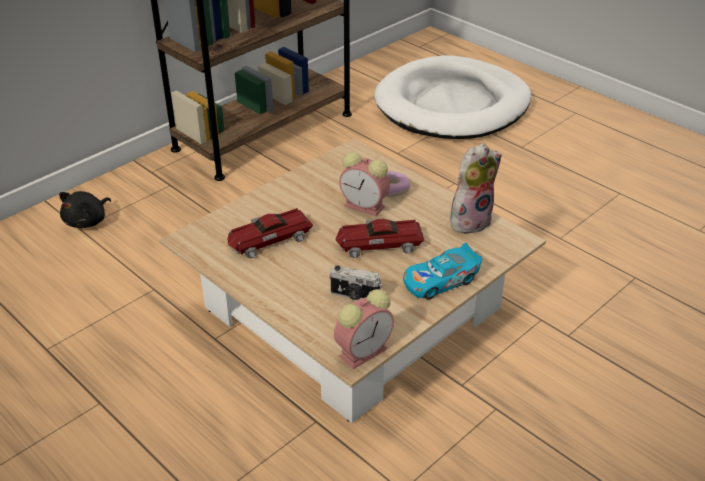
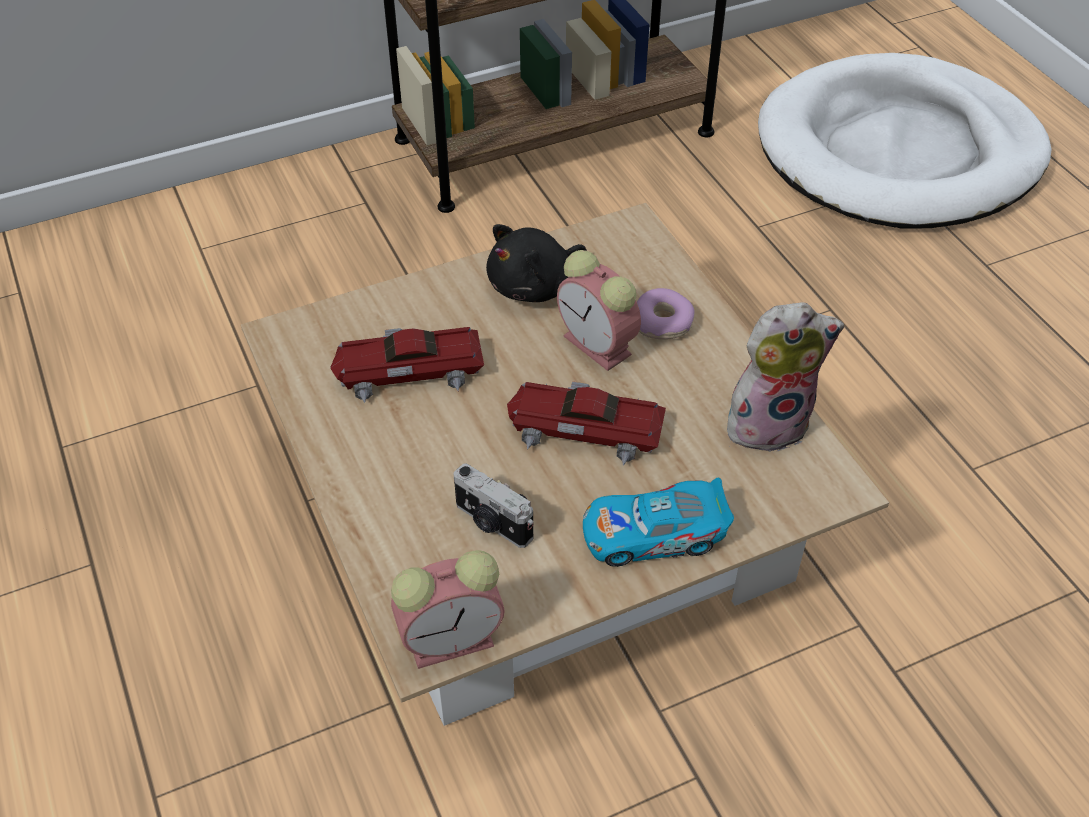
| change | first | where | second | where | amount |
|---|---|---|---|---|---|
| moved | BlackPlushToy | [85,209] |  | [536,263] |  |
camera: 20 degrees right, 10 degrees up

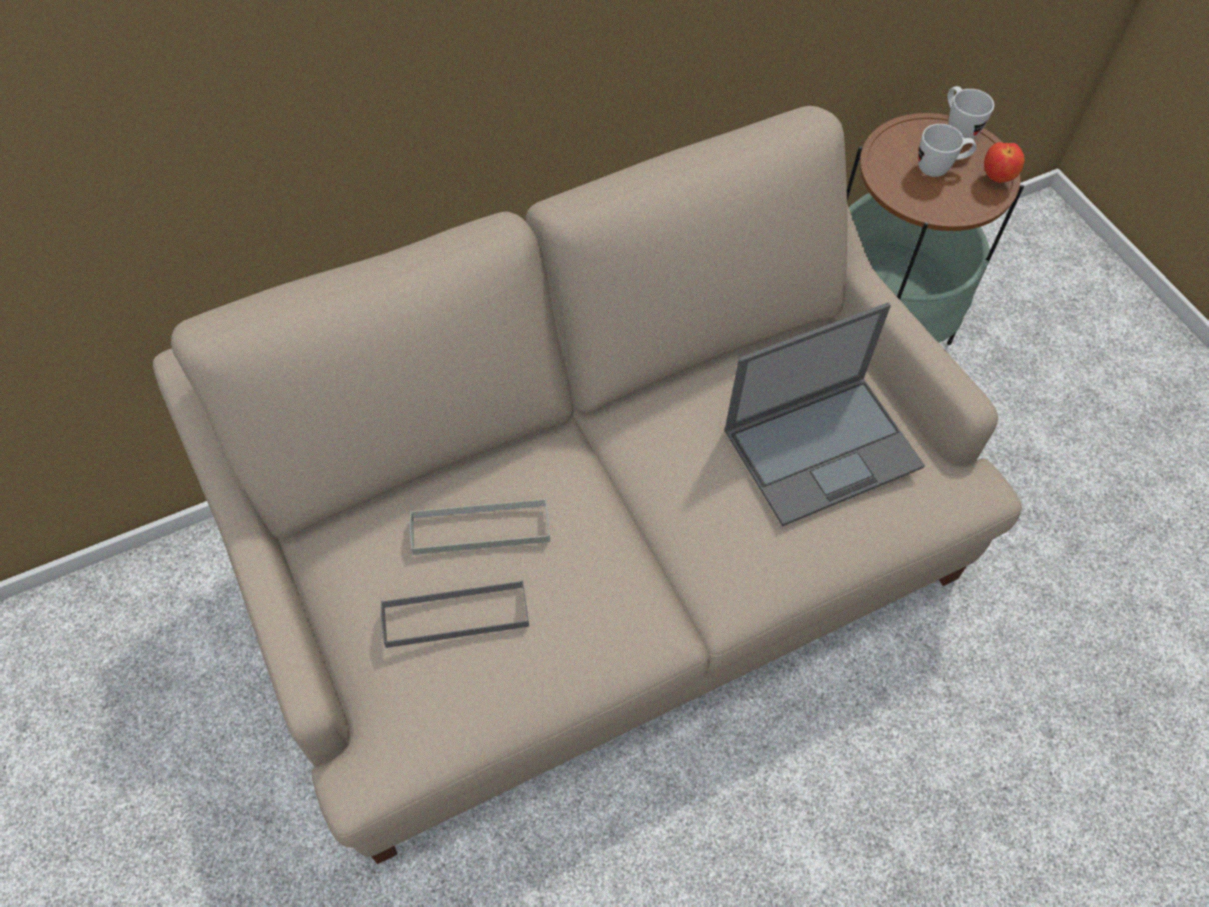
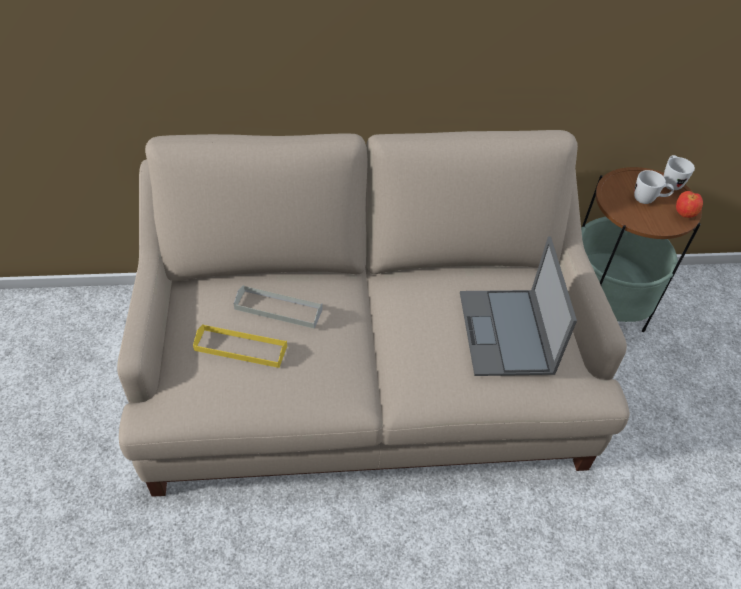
| change | first | where | second | where | amount |
|---|---|---|---|---|---|
| recoloured | GreyTray | [455,614] | YellowTray | [240,346] |  |
| turned | Laptop | [824,414] |  | [518,306] | 90 degrees clockwise |
camera: 20 degrees right, 10 degrees down

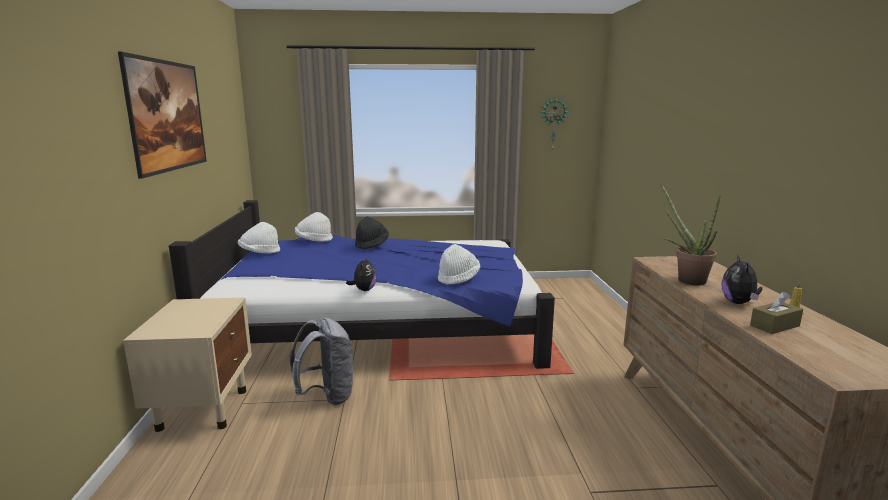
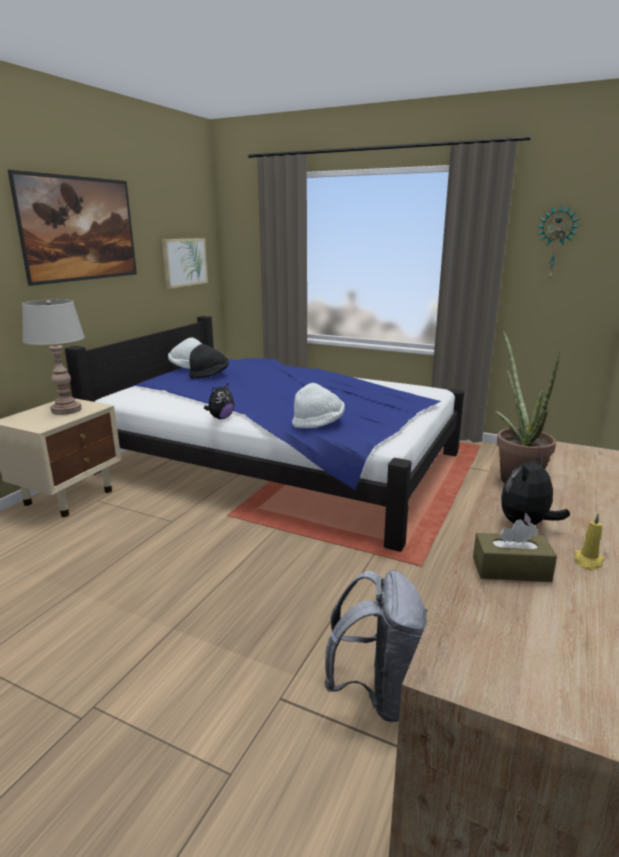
| change | first | where | second | where | amount |
|---|---|---|---|---|---|
| moved | GreyBackpack | [321,361] |  | [376,646] |  |
| removed | WhiteHat | [314,227] |  |  |  |
| moved | BlackHat | [372,232] |  | [208,361] |  |
| added |  |  | GreyTableLamp | [53,357] |  |
| added |  |  | Picture | [185,263] |  |
camera: 30 degrees right, 5 degrees up

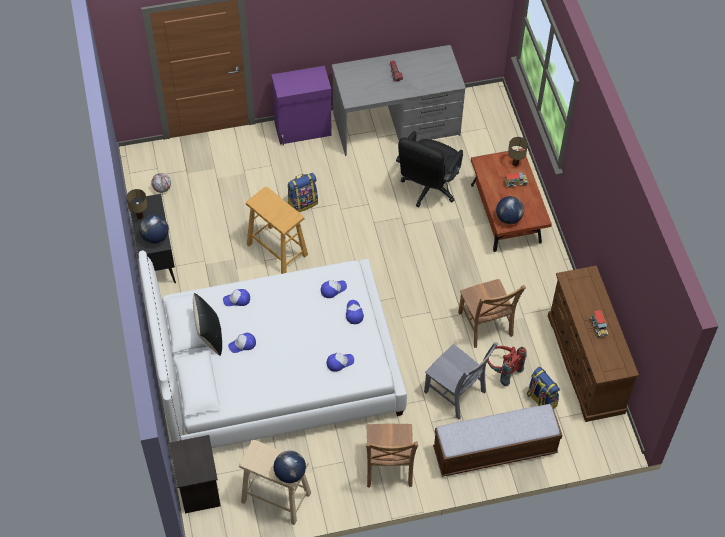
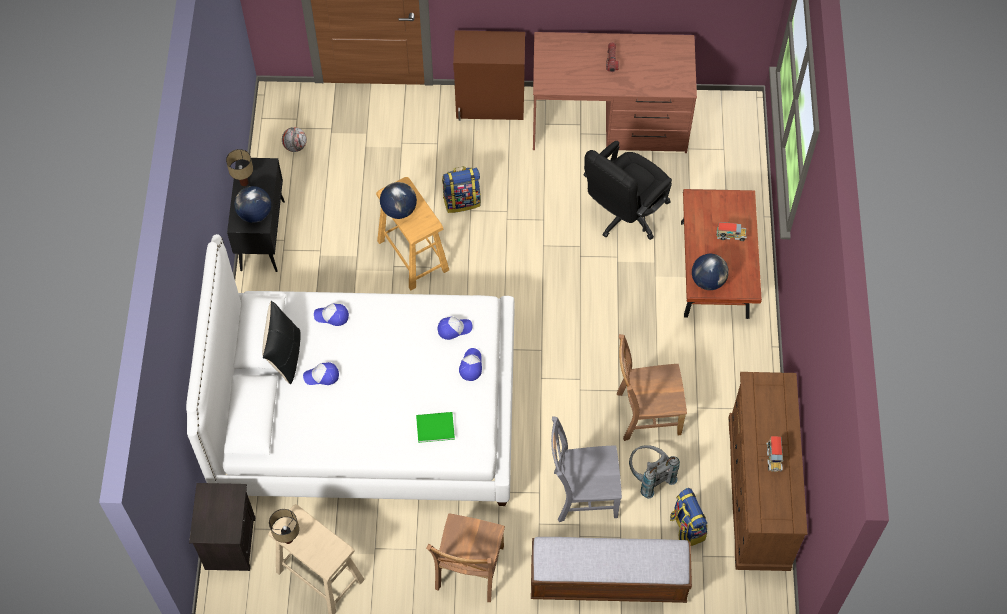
| change | first | where | second | where | amount |
|---|---|---|---|---|---|
| recoloured | PurpleCabinet | [301,105] | BrownCabinet | [489,75] |  |
| moved | Globe | [289,467] |  | [398,200] |  |
| replaced | Cap | [340,362] | GreenBook | [435,427] |  |
| recoloured | GreyDesk | [399,100] | BrownDesk | [615,92] |  |
| turned | GreyChair | [461,381] |  | [586,469] | 120 degrees clockwise |
| turned | BrownChair | [492,313] |  | [652,387] | 90 degrees clockwise |
| recoloured | RedBackpack | [507,366] | GreyBackpack | [654,472] |  |
| moved | TableLamp | [518,151] |  | [284,526] |  |
camera: 15 degrees right, 5 degrees up

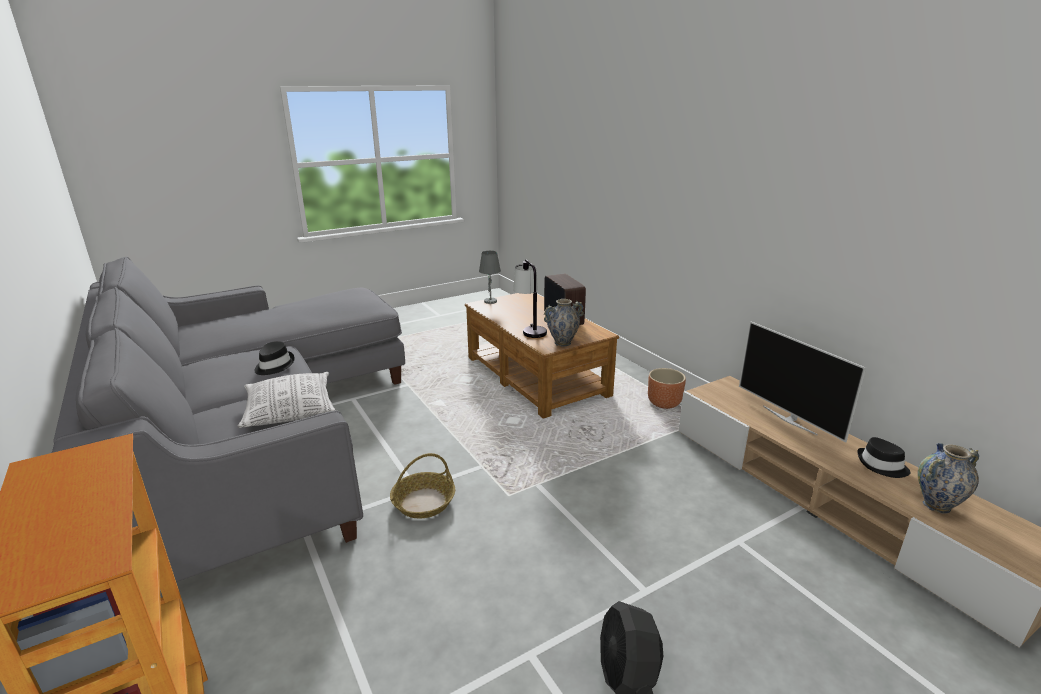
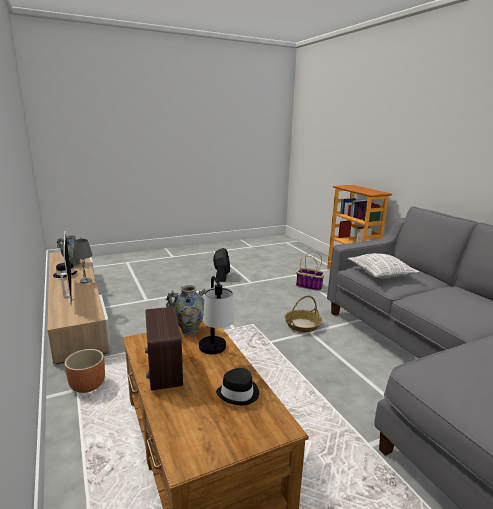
| change | first | where | second | where | amount |
|---|---|---|---|---|---|
| moved | BlackHat | [274,358] |  | [237,386] |  |
| moved | GreyTableLamp | [490,277] |  | [83,261] |  |
| added |  |  | Basket | [310,271] |  |
camera: 175 degrees left, 5 degrees down

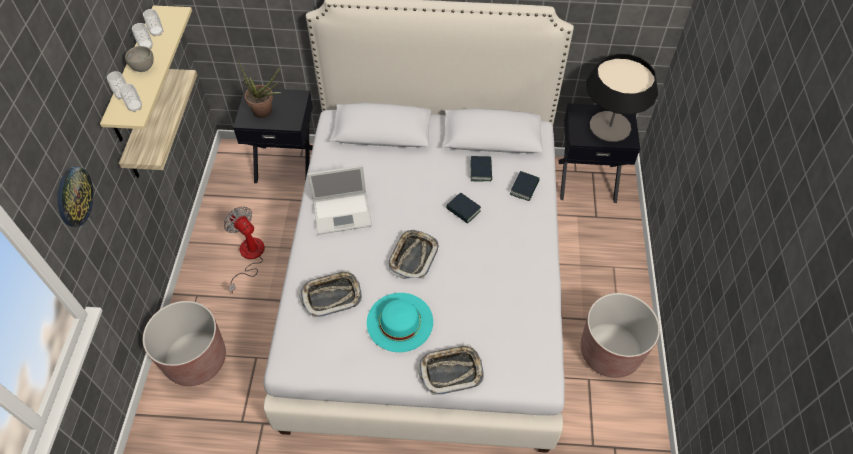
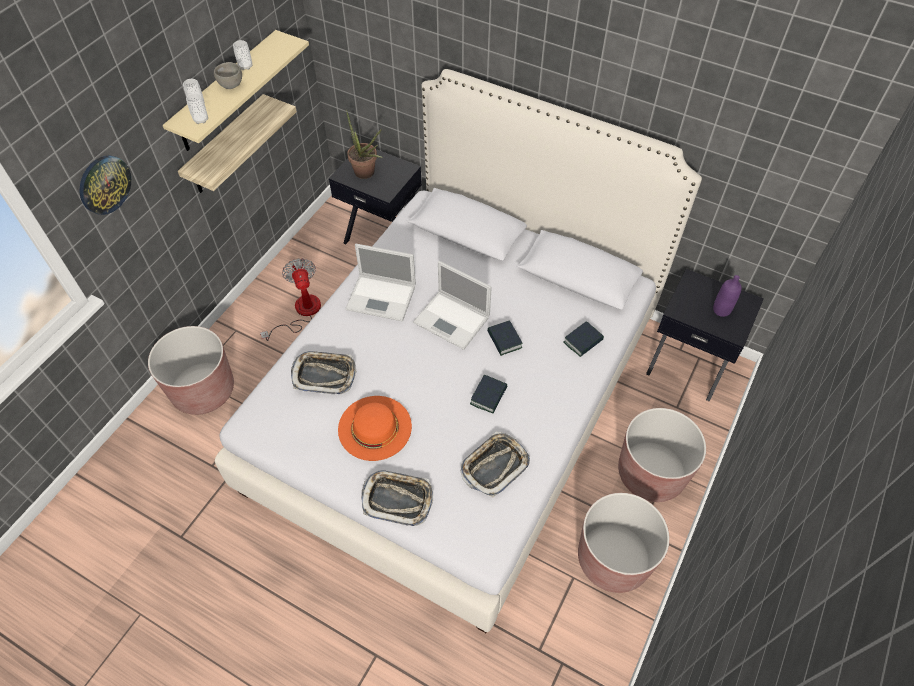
| change | first | where | second | where | amount |
|---|---|---|---|---|---|
| removed | Cup | [153,23] |  |  |  |
| recoloured | TurquoiseHat | [400,322] | OrangeHat | [375,428] |  |
| moved | Tray | [413,254] |  | [495,464] |  |
| moved | Book | [481,169] |  | [488,394] |  |
| replaced | TableLamp | [622,98] | PurpleBottle | [727,296] |  |
| added |  |  | Laptop | [452,305] |  |
| added |  |  | BrownPlanter | [662,455] |  |
camera: 25 degrees right, 0 degrees up

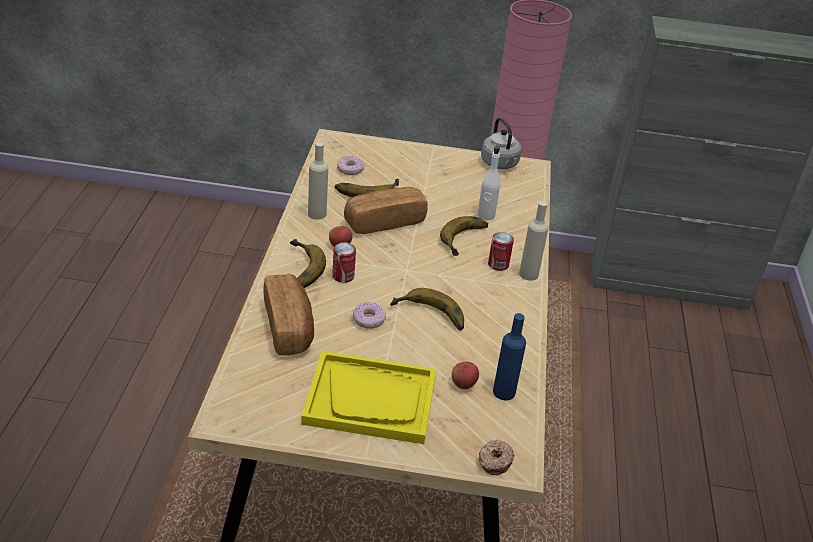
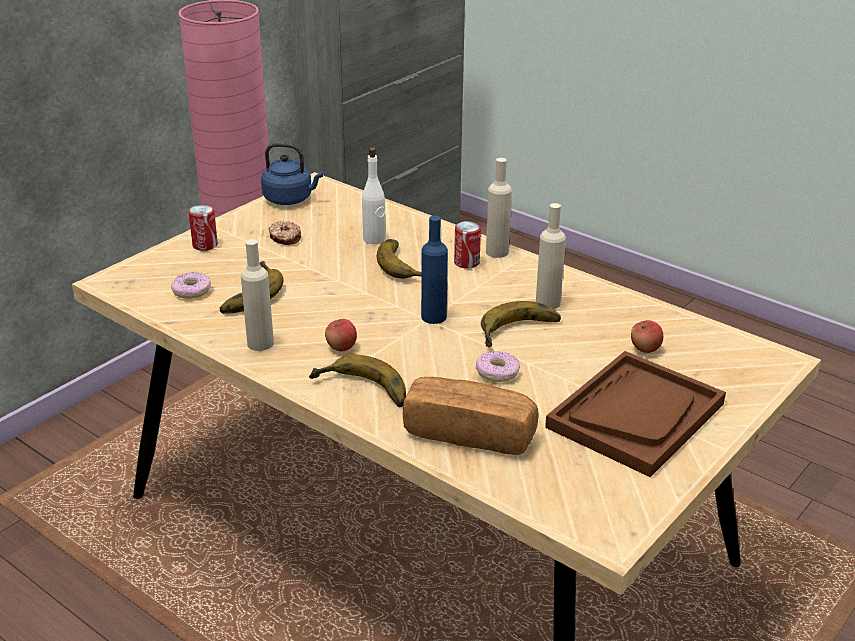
| change | first | where | second | where | amount |
|---|---|---|---|---|---|
| recoloured | YellowTray | [368,397] | BrownTray | [635,414] |  |
| moved | Can | [344,262] |  | [203,228] |  |
| removed | Bread | [386,210] |  |  |  |
| moved | Donut | [496,457] |  | [285,233] |  |
| recoloured | GreyKettle | [501,143] | BlueKettle | [292,174] |  |
| moved | BlueBottle | [509,356] |  | [434,270] |  |
| added |  |  | BeigeBottle | [551,256] |  |
camera: 55 degrees left, 5 degrees down

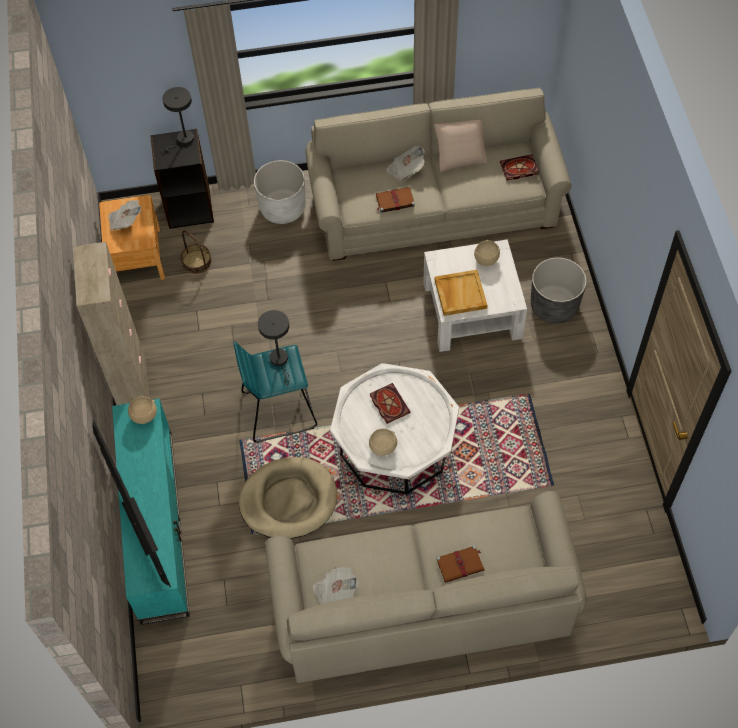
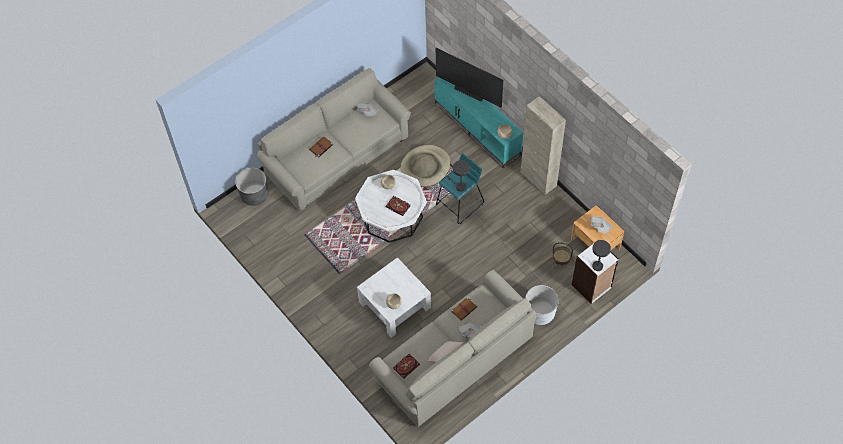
| change | first | where | second | where | amount |
|---|---|---|---|---|---|
| recoloured | BlackBookcase | [182,179] | WhiteBookcase | [595,274] |  |
| removed | BeigeTray | [461,293] |  |  |  |
| moved | GreyPlanter | [559,290] |  | [251,187] |  |
camera: 150 degrees right, 0 degrees up

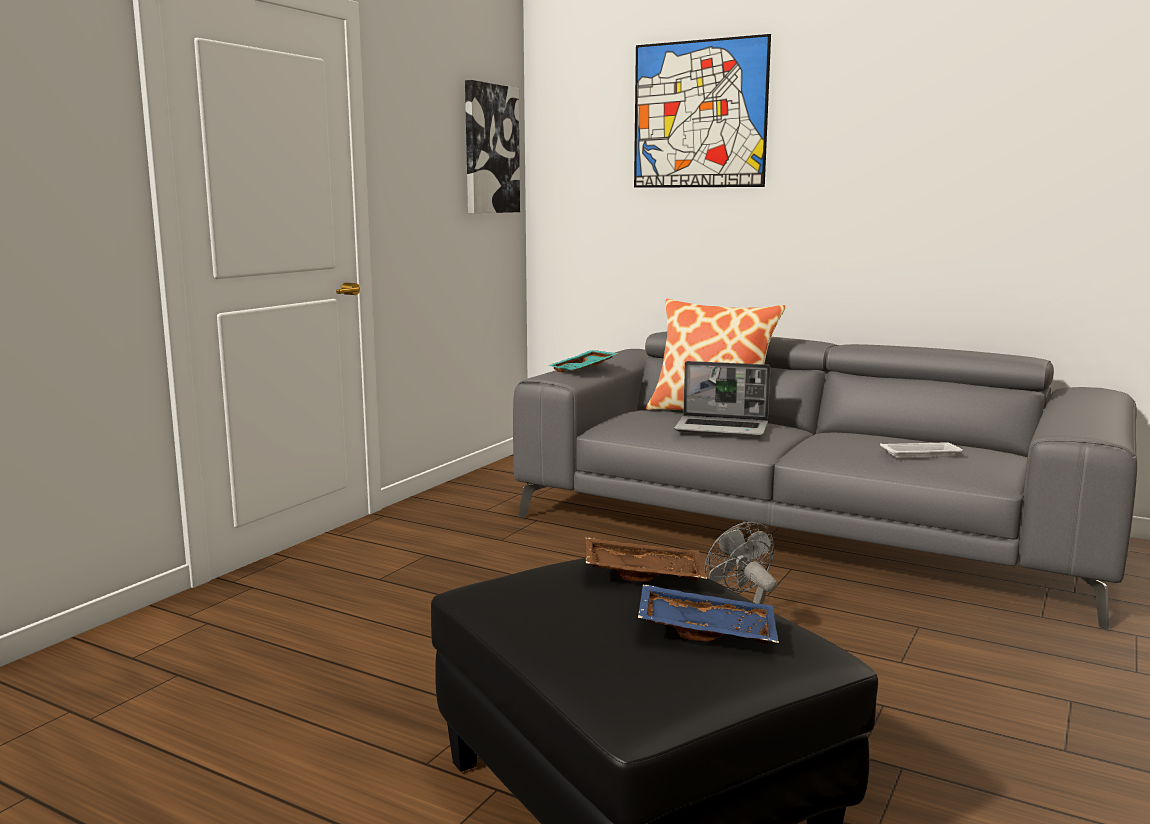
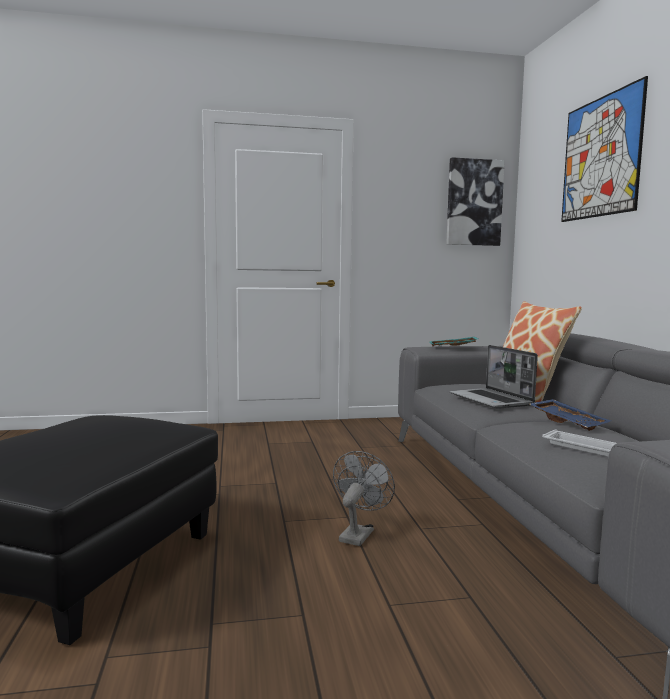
| change | first | where | second | where | amount |
|---|---|---|---|---|---|
| removed | BrownTray | [646,559] |  |  |  |
| moved | BlueTray | [708,614] |  | [570,415] |  |
camera: 50 degrees right, 5 degrees down

